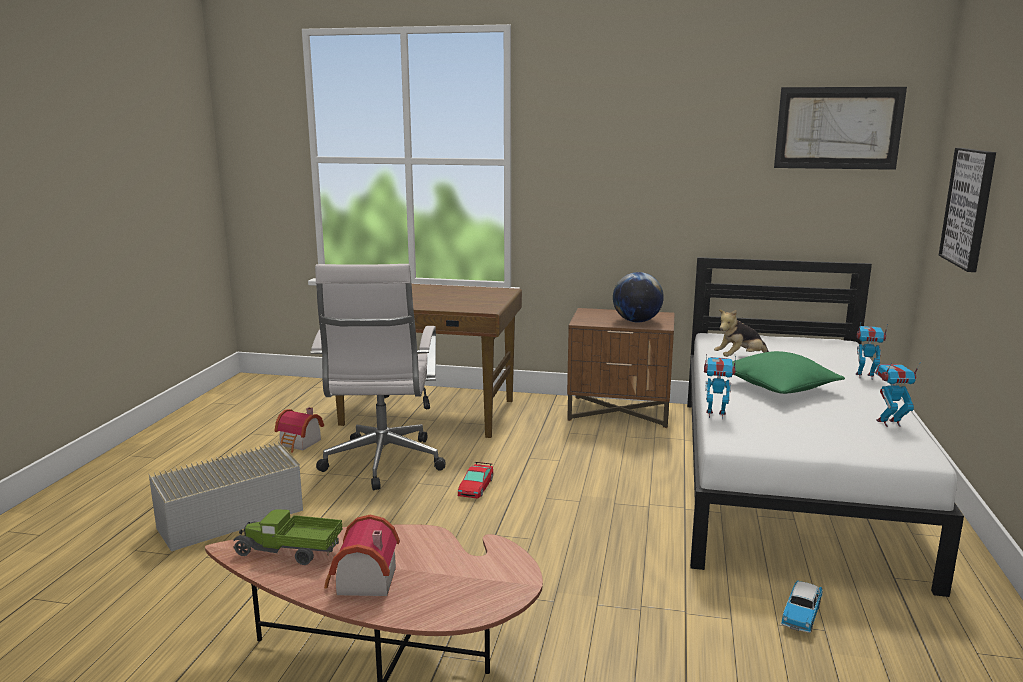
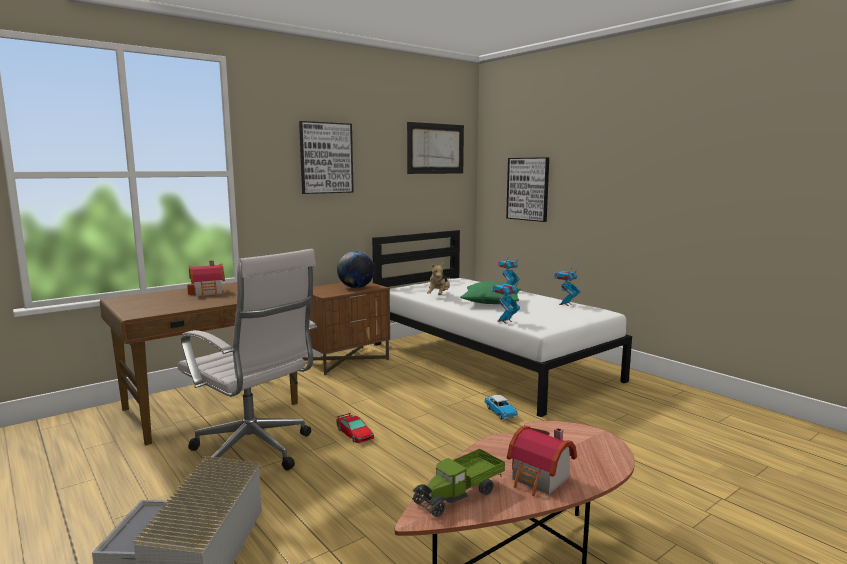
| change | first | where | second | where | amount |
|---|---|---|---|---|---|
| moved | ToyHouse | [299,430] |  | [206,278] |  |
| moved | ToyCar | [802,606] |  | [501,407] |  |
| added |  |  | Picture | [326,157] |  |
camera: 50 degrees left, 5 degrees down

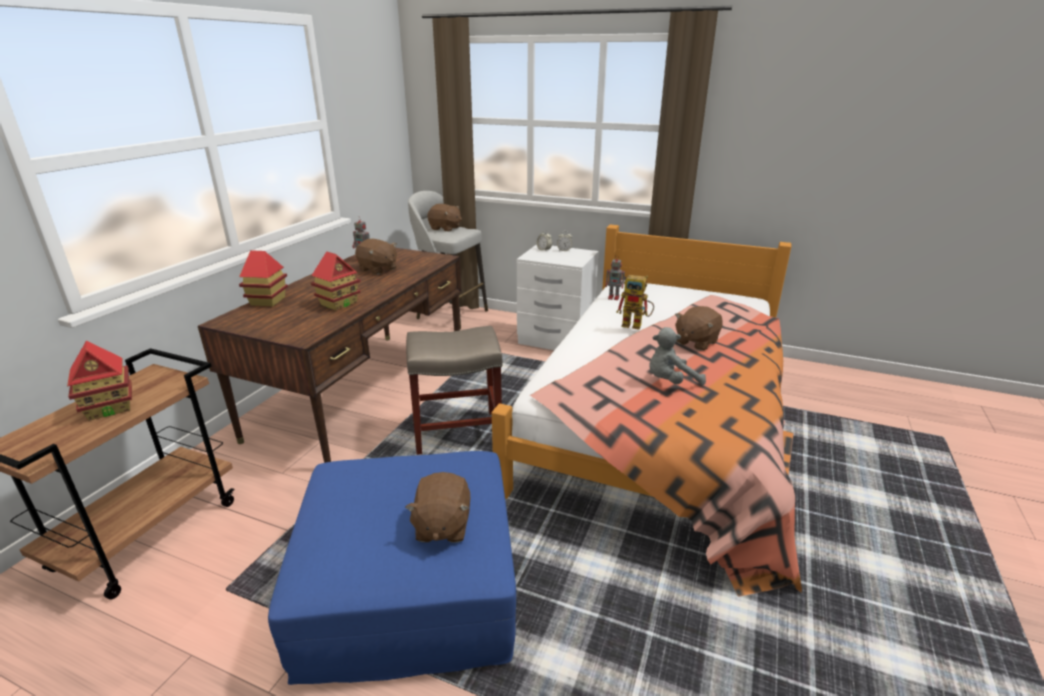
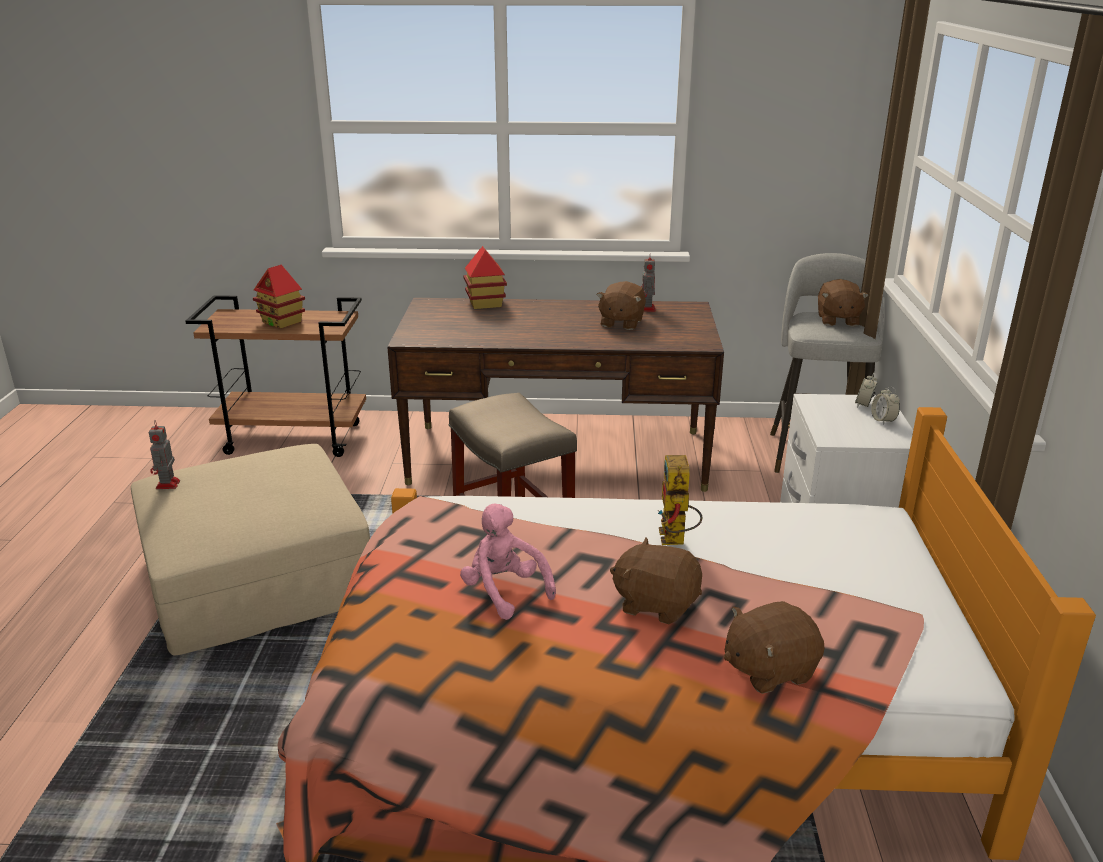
| change | first | where | second | where | amount |
|---|---|---|---|---|---|
| recoloured | BlueOttoman | [392,568] | BeigeOttoman | [250,550] |  |
| removed | ToyHouse | [335,281] |  |  |  |
| moved | BrownPlushToy | [437,507] |  | [774,647] |  |
| moved | ToyRobot | [615,277] |  | [164,455] |  |
| recoloured | GreyPlushToy | [677,356] | PinkPlushToy | [508,561] |  |
camera: 70 degrees right, 0 degrees up

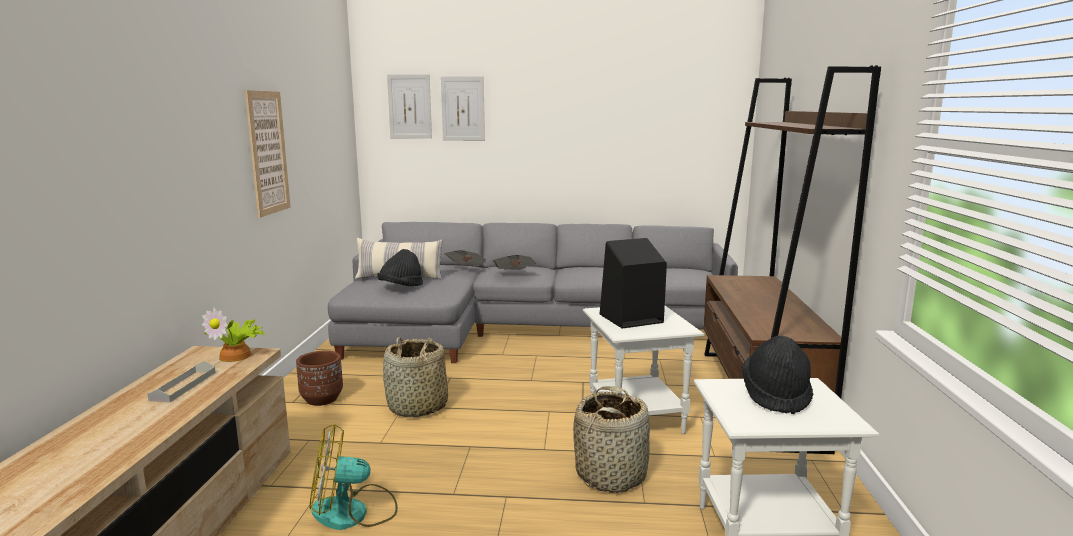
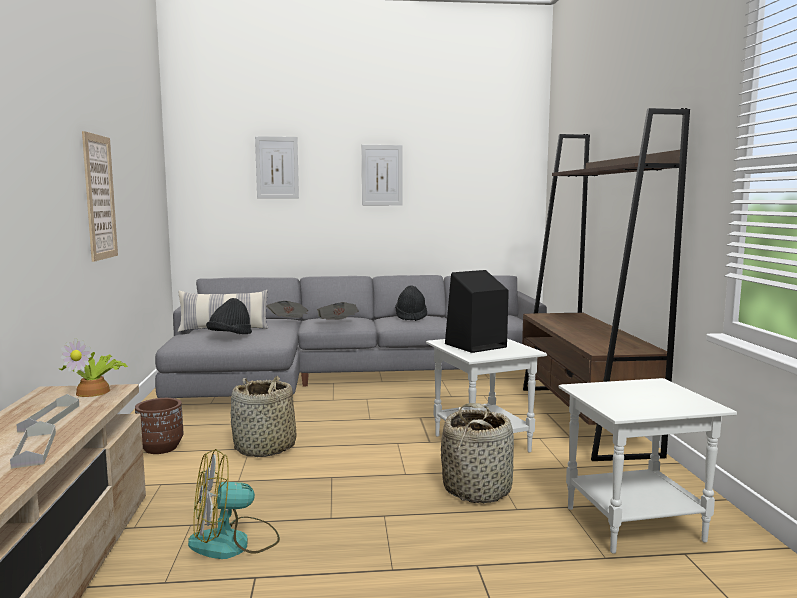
| change | first | where | second | where | amount |
|---|---|---|---|---|---|
| moved | Picture | [409,106] |  | [382,175] |  |
| moved | BlackHat | [778,375] |  | [411,303] |  |
| added |  |  | GreyTray | [33,445] |  |
camera: 10 degrees left, 5 degrees down

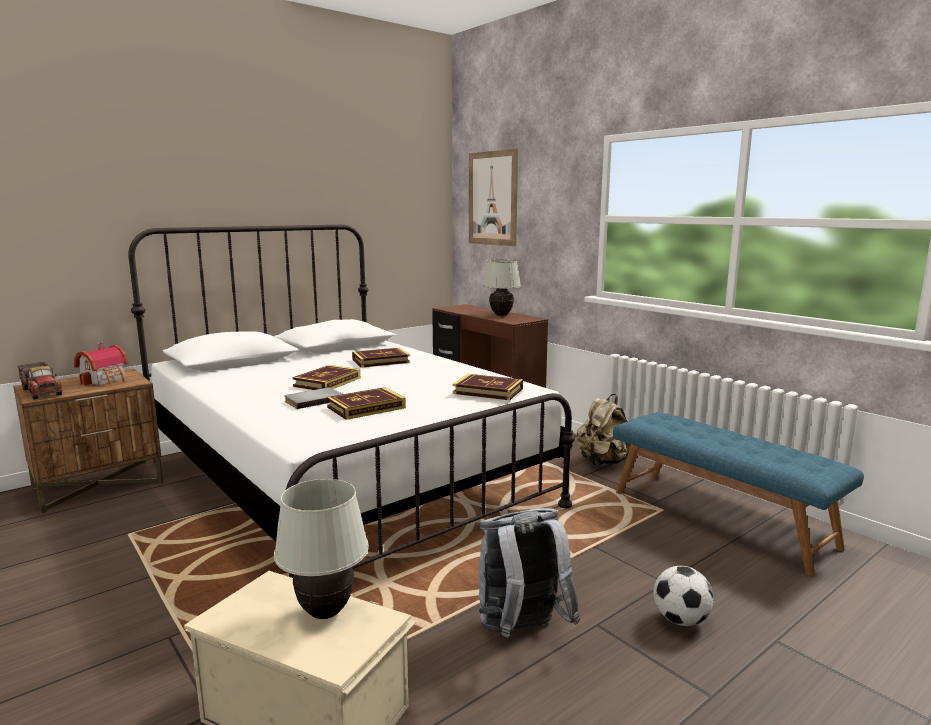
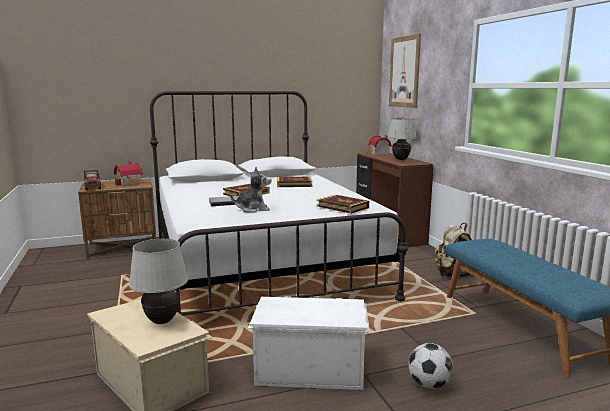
| change | first | where | second | where | amount |
|---|---|---|---|---|---|
| replaced | Book | [366,403] | PlushToy | [251,190] |  |
| replaced | GreyBackpack | [530,572] | WhiteStorageBox | [309,343] |  |
| added |  |  | ToyHouse | [379,145] |  |
camera: 20 degrees right, 0 degrees up

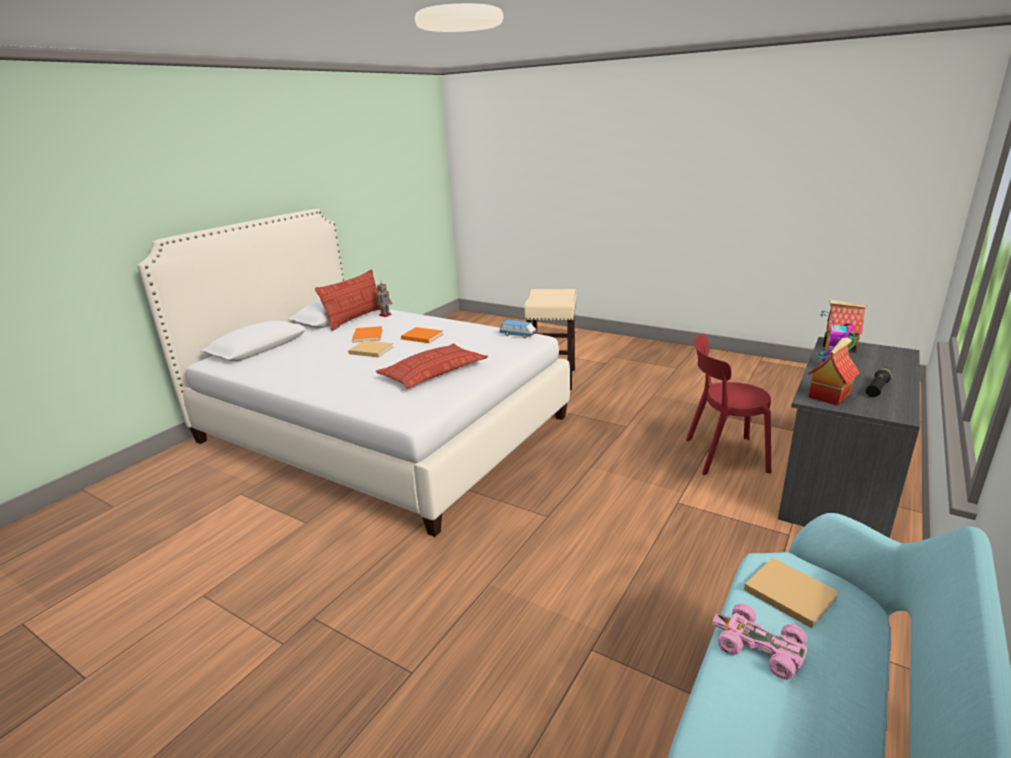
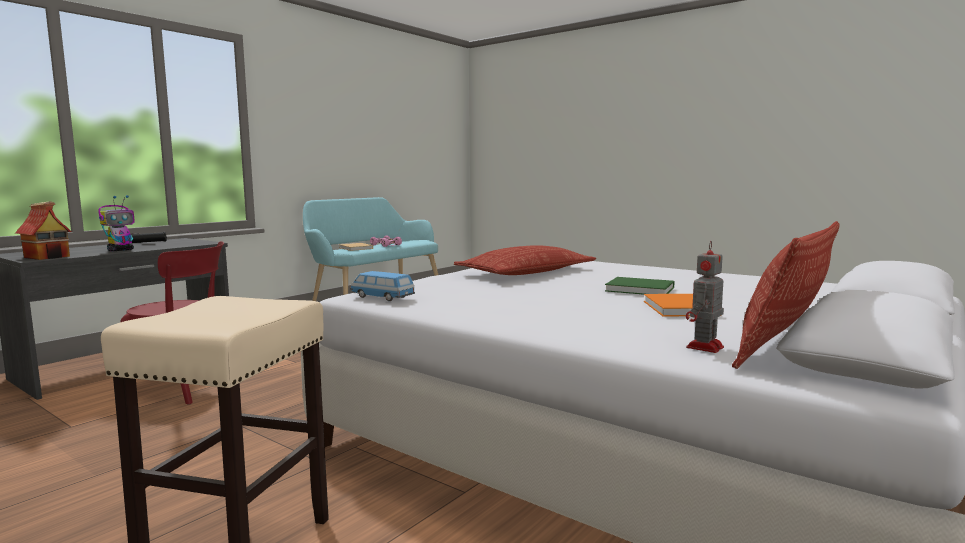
| change | first | where | second | where | amount |
|---|---|---|---|---|---|
| recoloured | BeigeBook | [370,349] | GreenBook | [640,286] |  |
| removed | OrangeBook | [422,335] |  |  |  |
| removed | ToyHouse | [834,371] |  |  |  |
camera: 175 degrees left, 15 degrees down

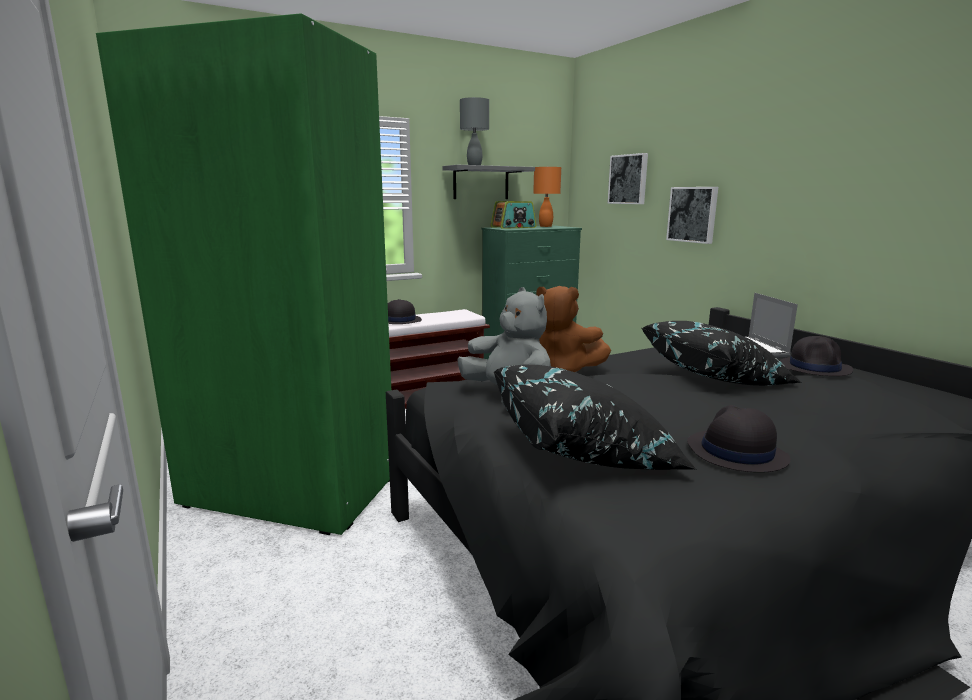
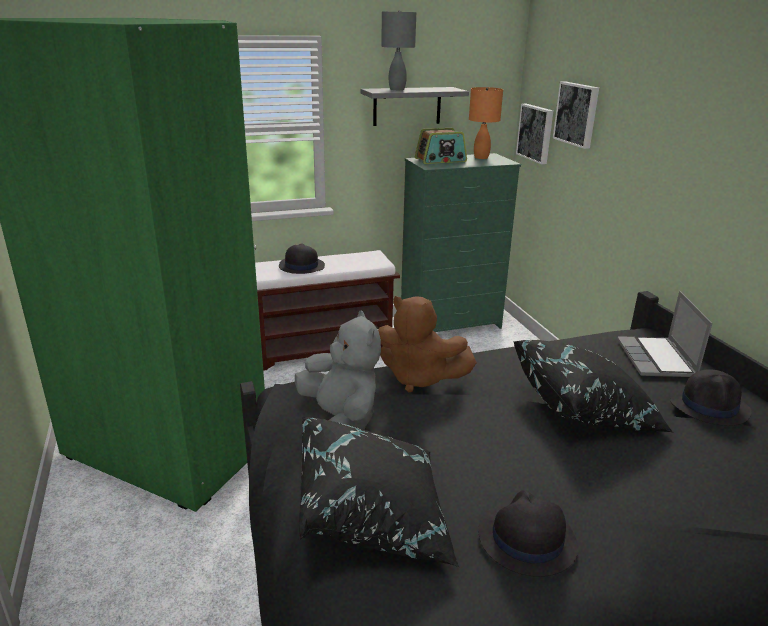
| change | first | where | second | where | amount |
|---|---|---|---|---|---|
| moved | Picture | [692,215] |  | [534,134] |  |
camera: 10 degrees right, 10 degrees up

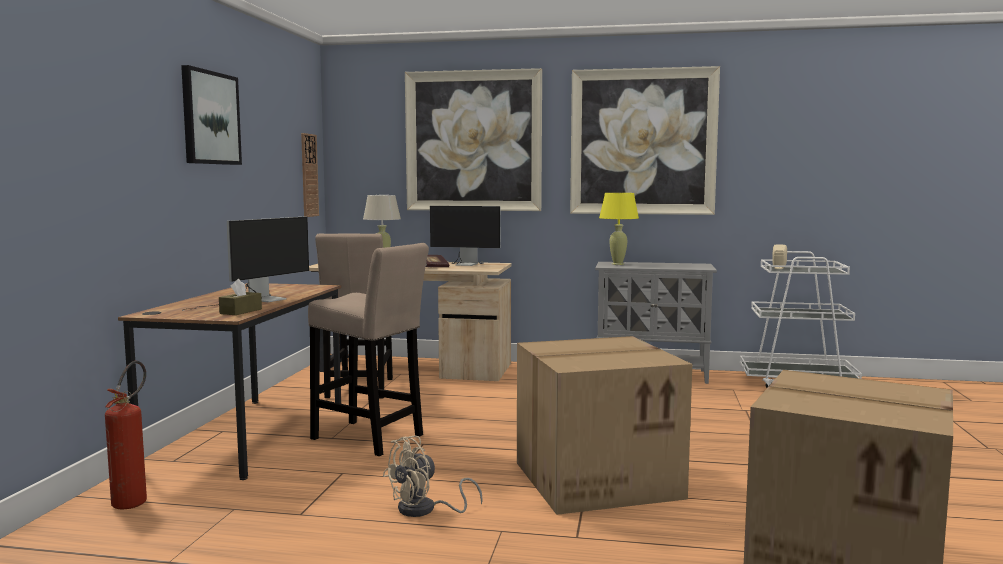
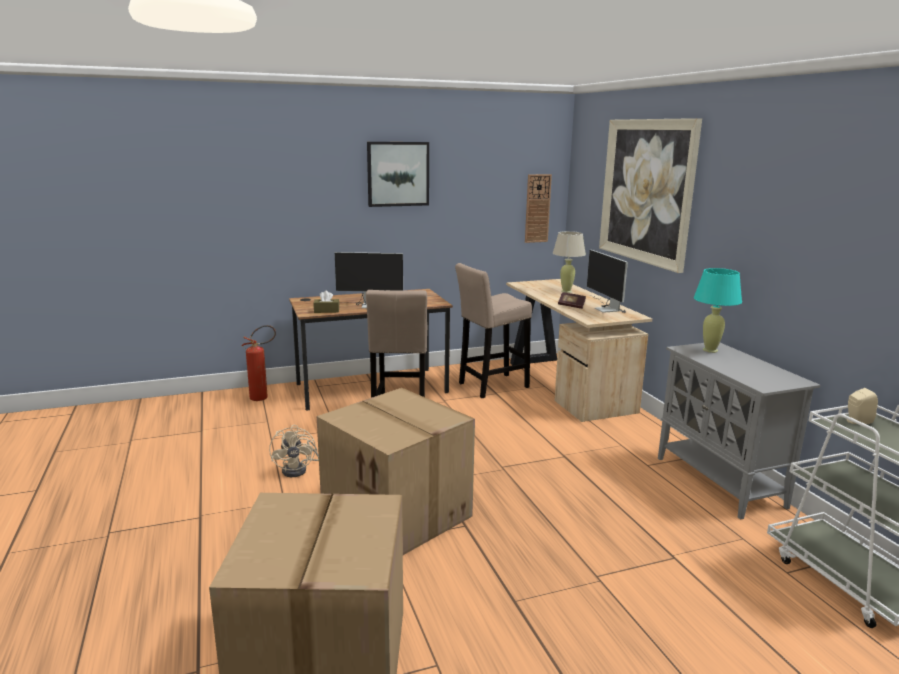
| change | first | where | second | where | amount |
|---|---|---|---|---|---|
| turned | BeigeFan | [432,476] |  | [294,451] | 120 degrees counterclockwise |
| removed | Picture | [645,140] |  |  |  |
| recoloured | YellowTableLamp | [619,229] | TurquoiseTableLamp | [718,310] |  |
camera: 60 degrees right, 10 degrees up

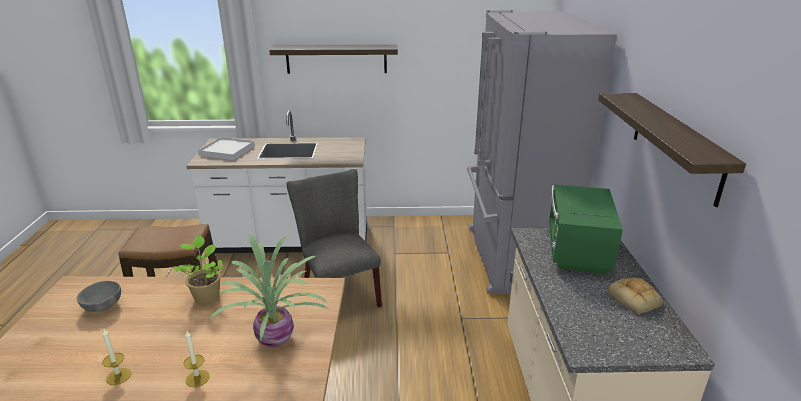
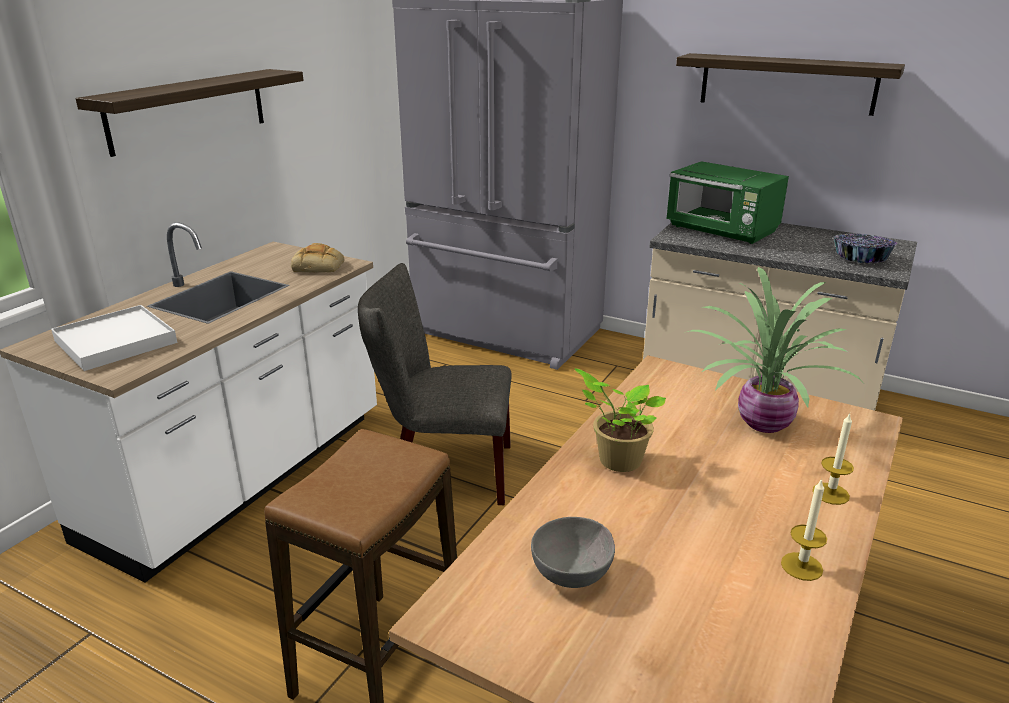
| change | first | where | second | where | amount |
|---|---|---|---|---|---|
| moved | Bread | [635,296] |  | [318,257] |  |
| added |  |  | Bowl | [865,248] |  |
camera: 60 degrees left, 0 degrees up

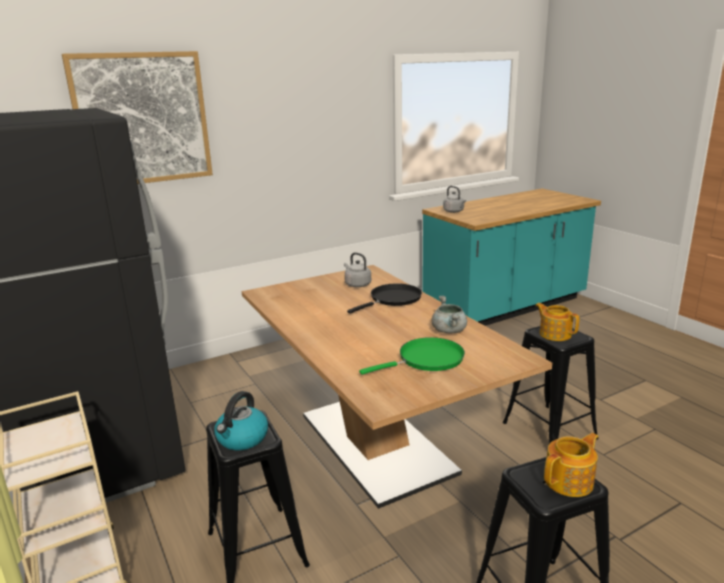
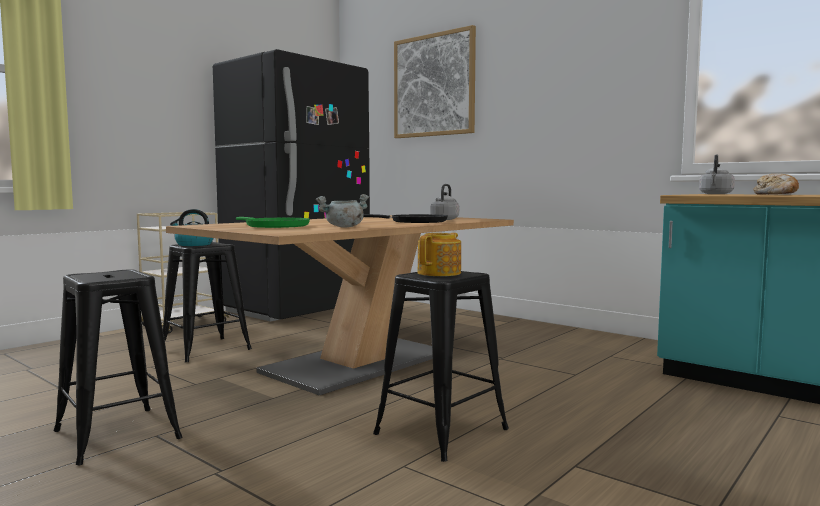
| change | first | where | second | where | amount |
|---|---|---|---|---|---|
| removed | Teapot | [571,465] |  |  |  |
| added |  |  | Bread | [776,184] |  |
camera: 70 degrees right, 15 degrees down

